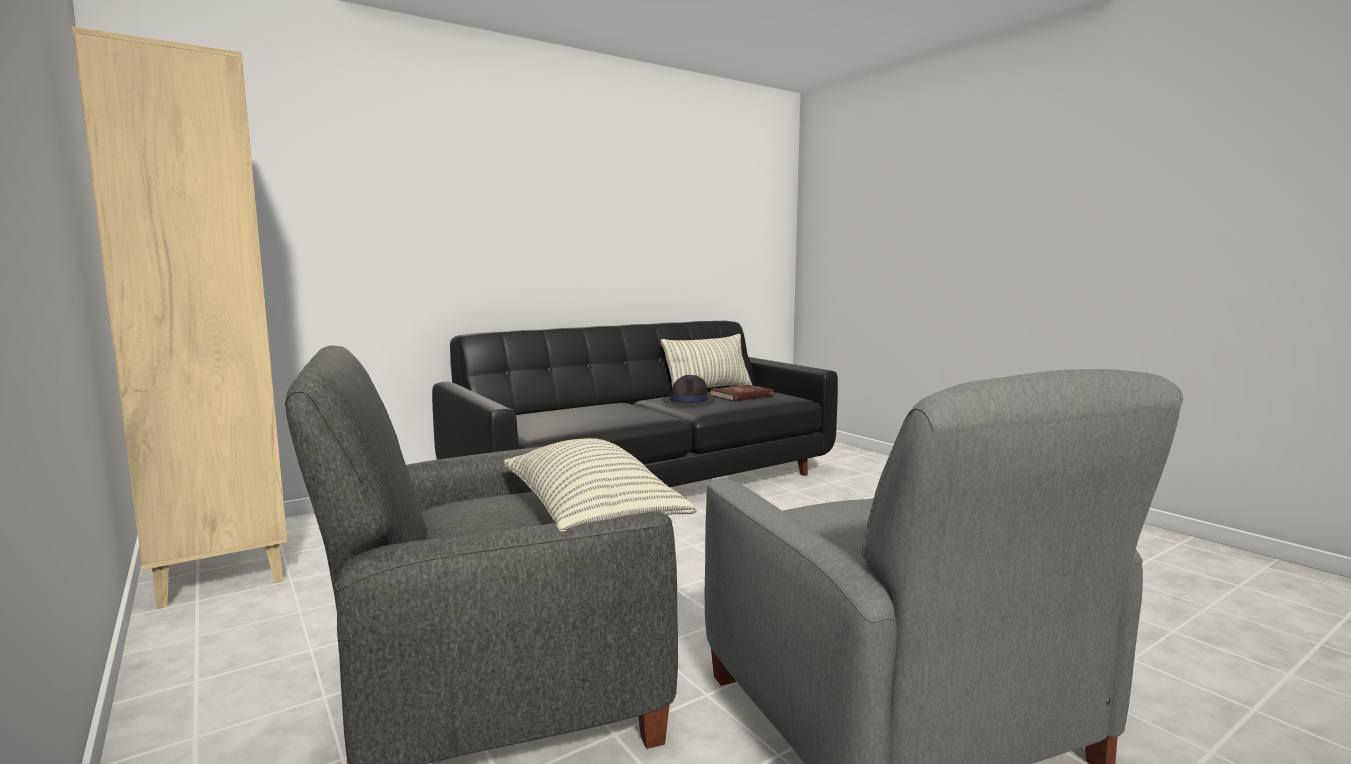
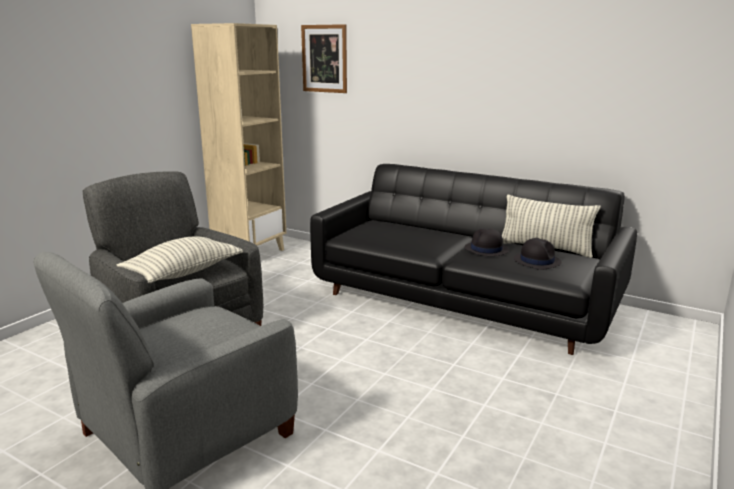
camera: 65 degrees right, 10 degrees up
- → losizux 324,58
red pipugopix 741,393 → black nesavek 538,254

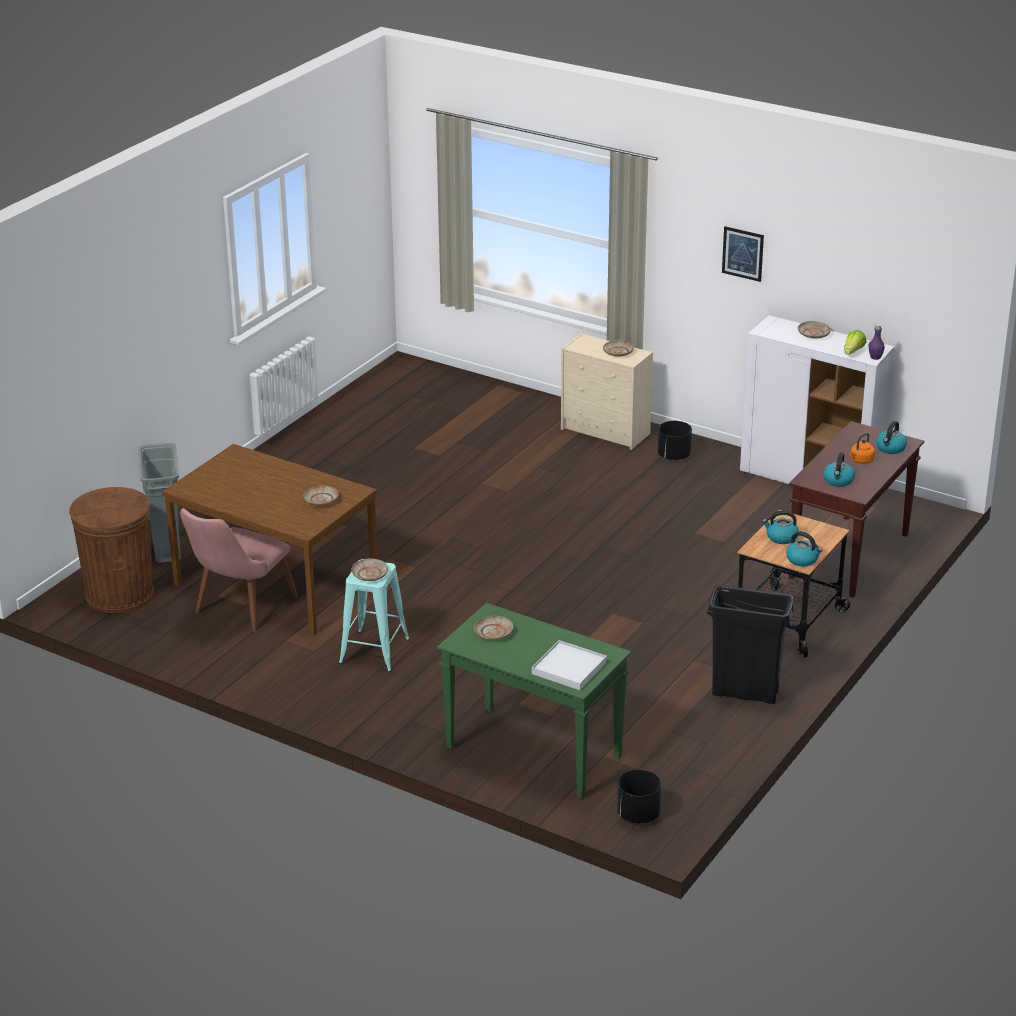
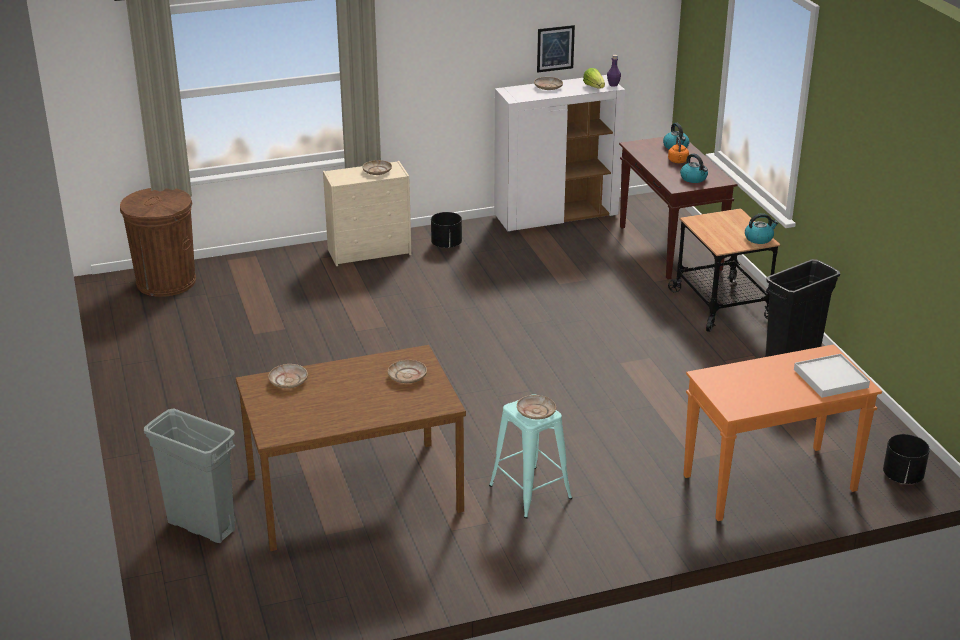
camera: 50 degrees left, 0 degrees up
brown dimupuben 111,550 → brown dimupuben 158,242, relocated
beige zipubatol 493,628 → beige zipubatol 288,376, relocated
losizux 743,254 → losizux 556,49, relocated
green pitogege 534,700 → orange pitogege 783,432
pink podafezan 239,570 → -
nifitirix 780,527 → -

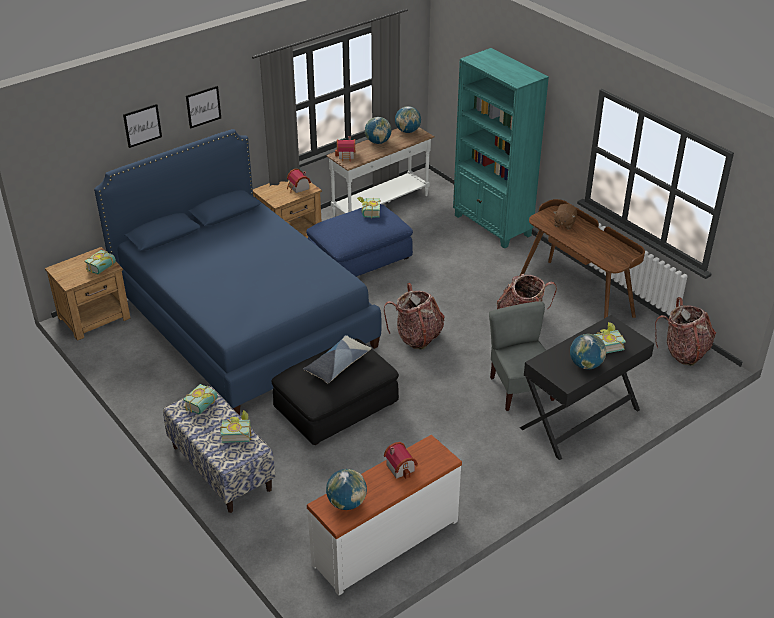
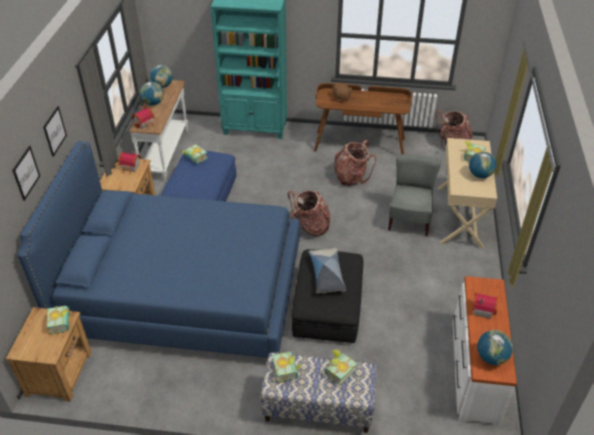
camera: 45 degrees left, 5 degrees up
grey podafezan 521,356 → grey podafezan 414,195, 75 degrees clockwise
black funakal 587,387 → beige funakal 467,193

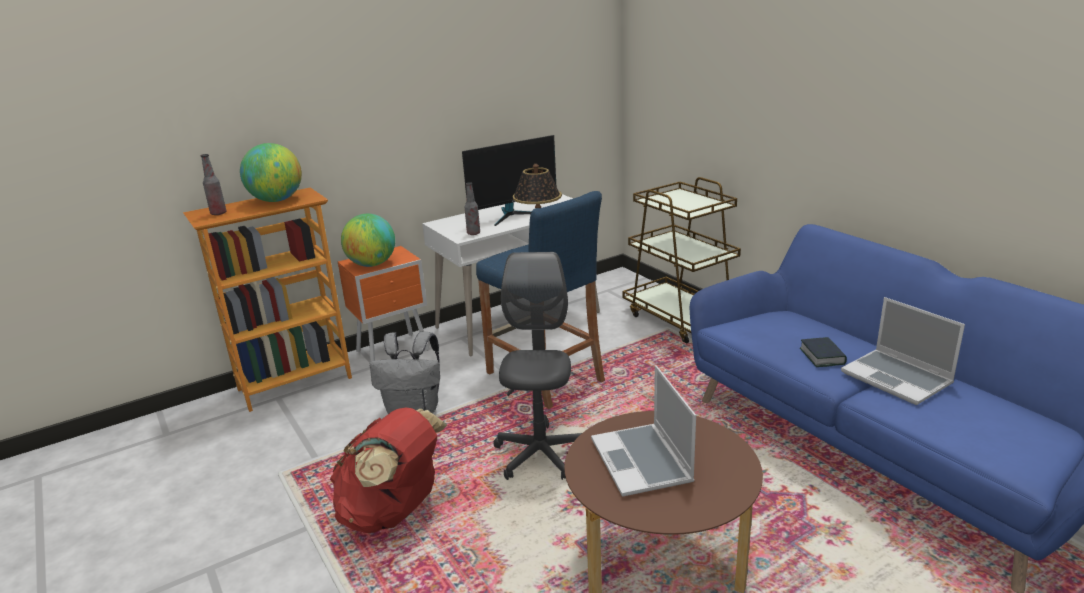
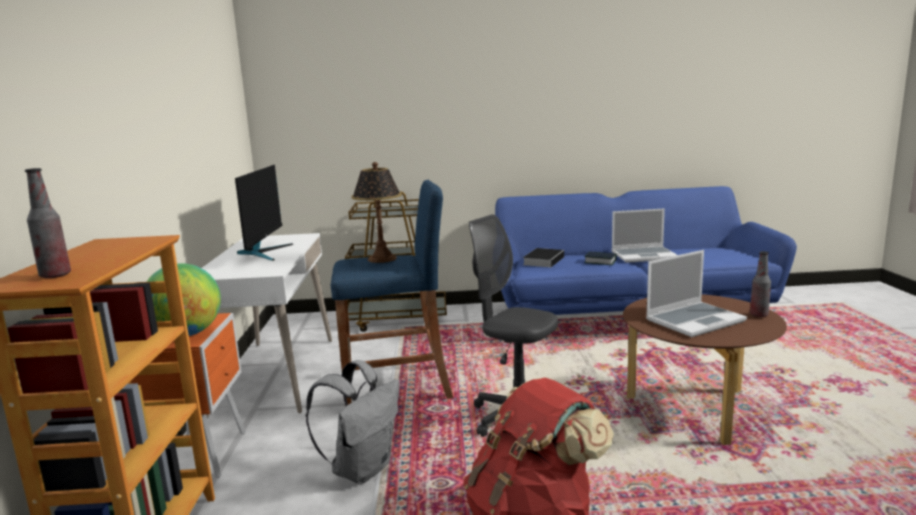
camera: 60 degrees left, 10 degrees down
- → pipugopix 543,257
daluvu 643,431 → daluvu 696,293, 45 degrees counterclockwise
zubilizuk 472,208 → zubilizuk 760,284, relocated
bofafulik 271,172 → -

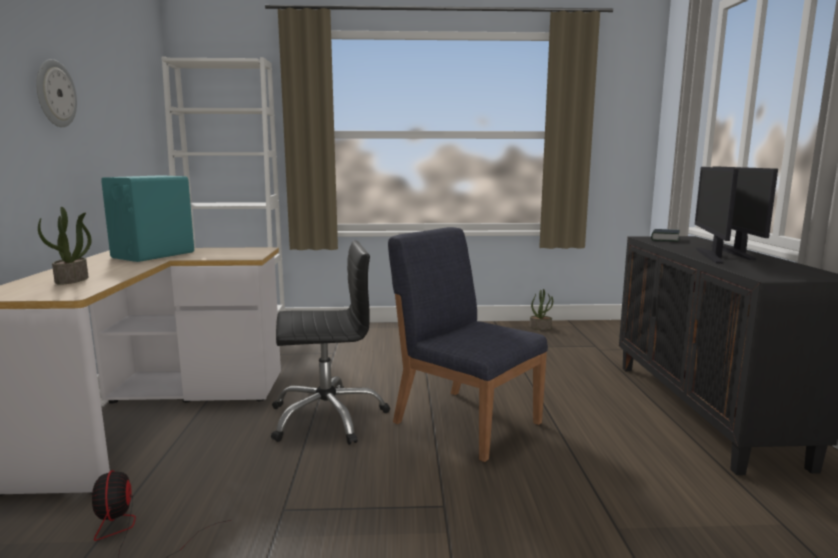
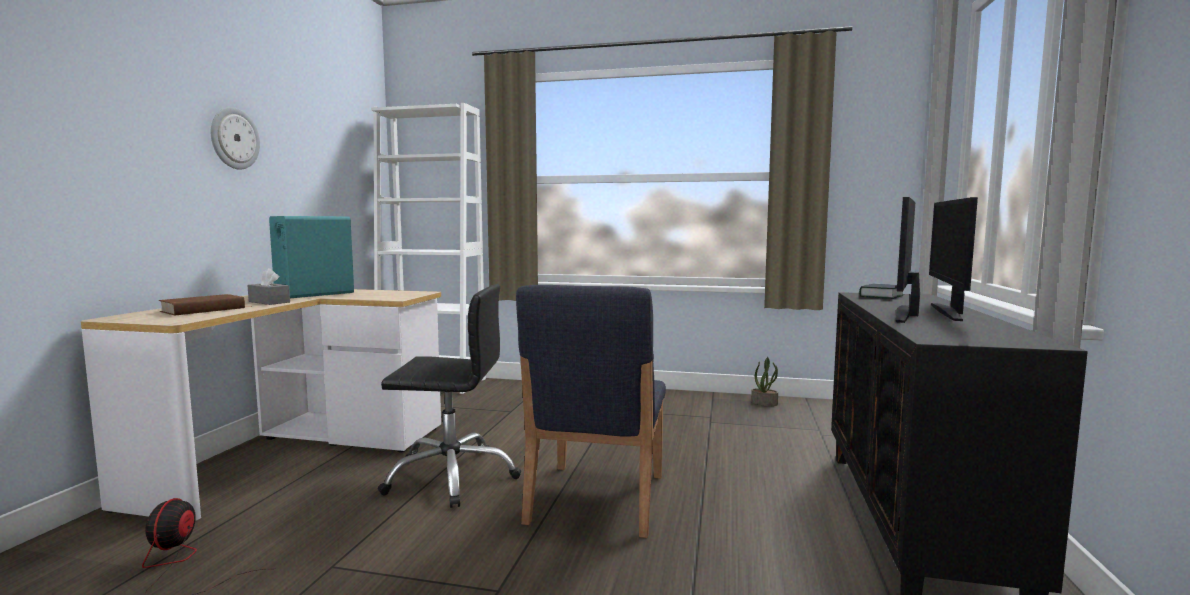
camera: 15 degrees right, 5 degrees down
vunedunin 65,246 → brown pipugopix 205,305
- → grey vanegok 268,286
blue podafezan 468,344 → blue podafezan 591,411, 135 degrees counterclockwise

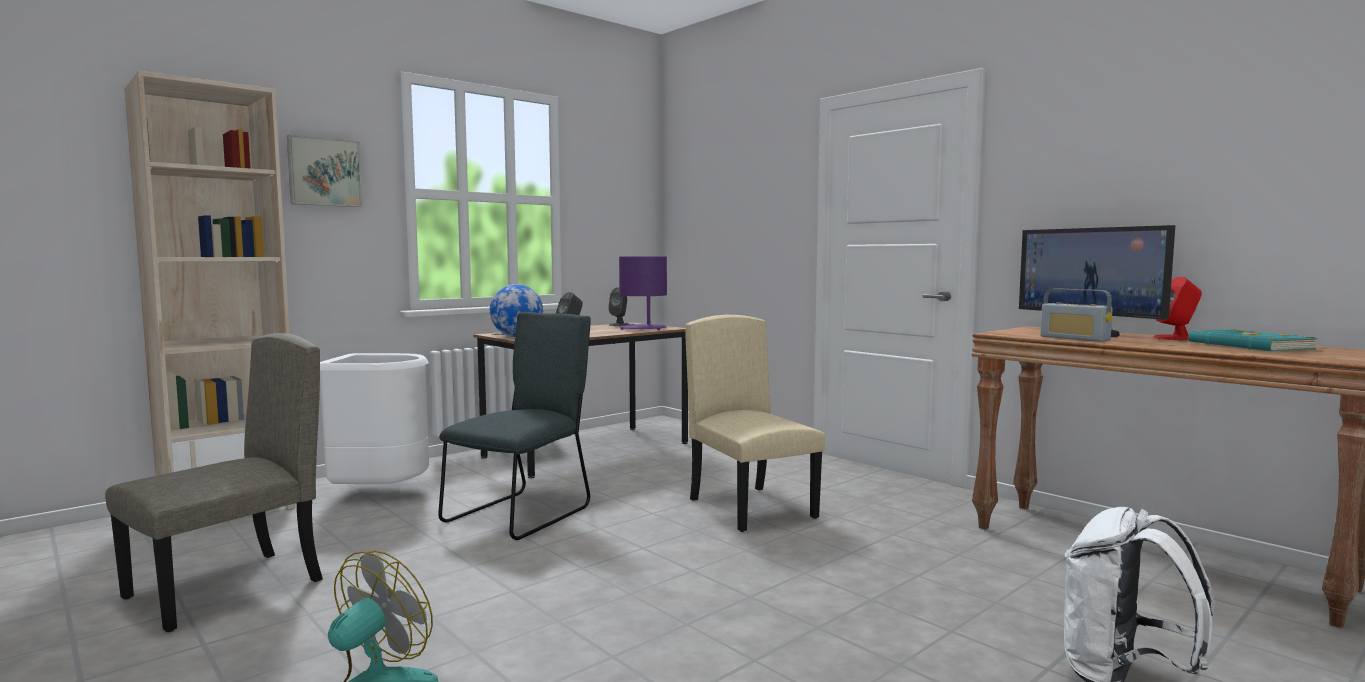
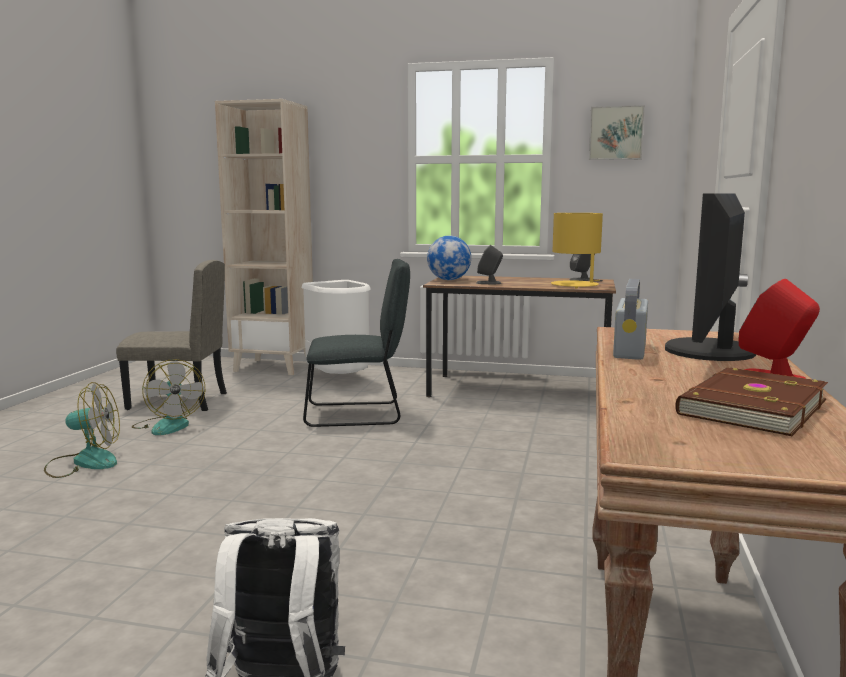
camera: 55 degrees right, 5 degrees up
- → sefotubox 168,397
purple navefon 643,293 → yellow navefon 577,251
losizux 325,171 → losizux 617,132, relocated
turquoise pipugopix 1253,340 → brown pipugopix 751,402
beige podafezan 755,423 → -

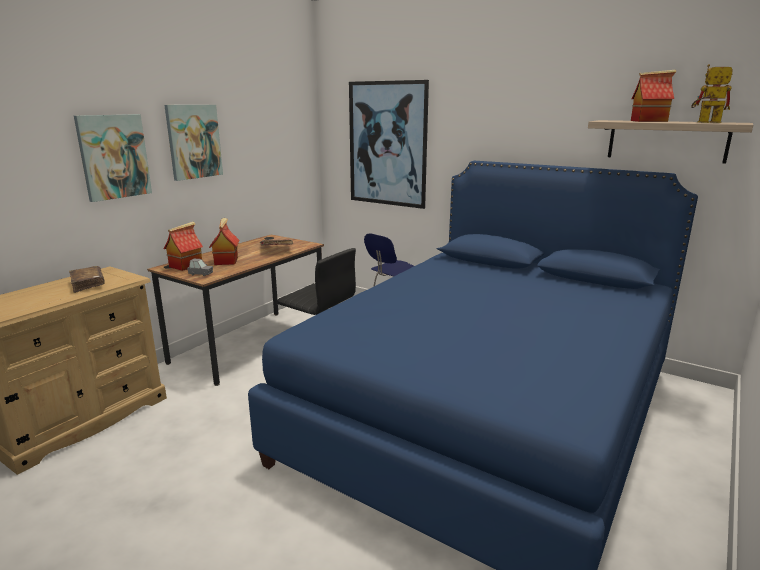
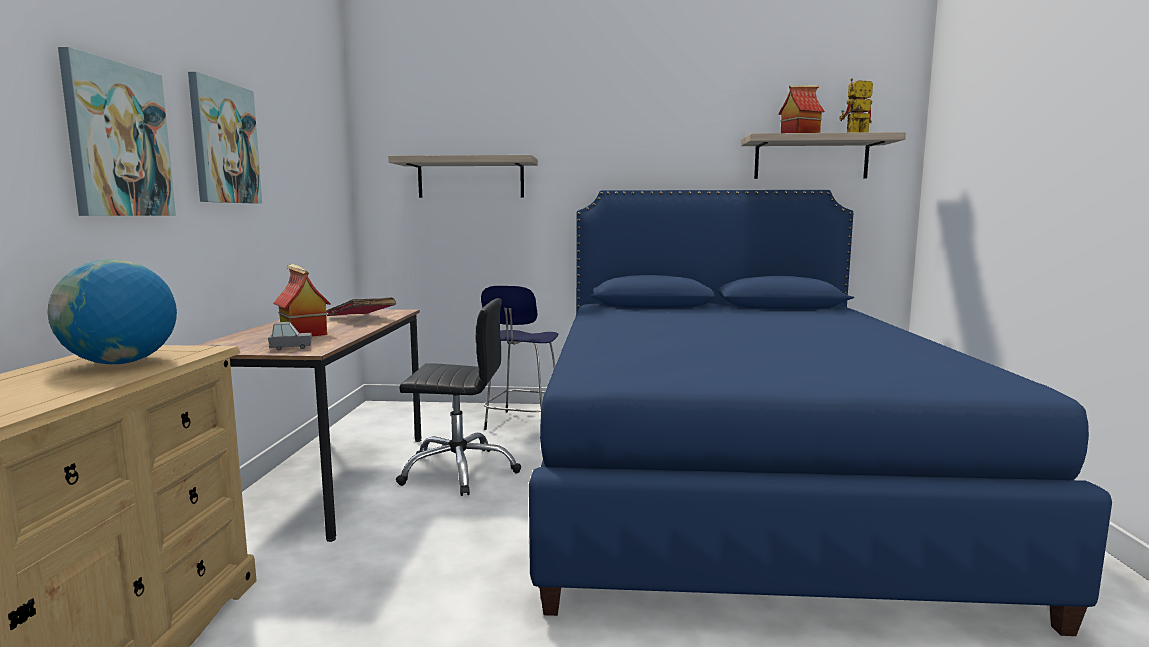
camera: 30 degrees left, 10 degrees down
brown pipugopix 87,279 → bofafulik 112,311
losizux 389,144 → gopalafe 463,176
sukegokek 183,246 → -

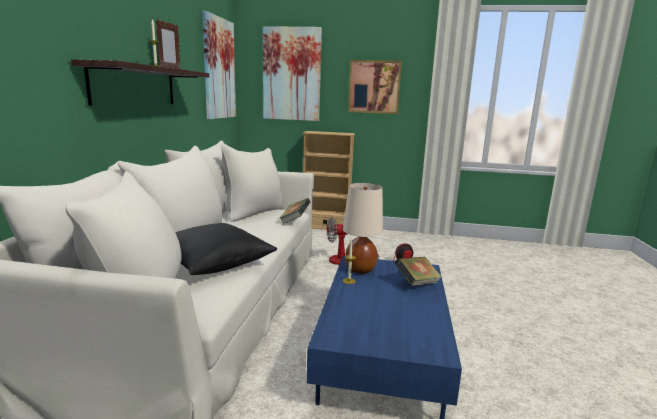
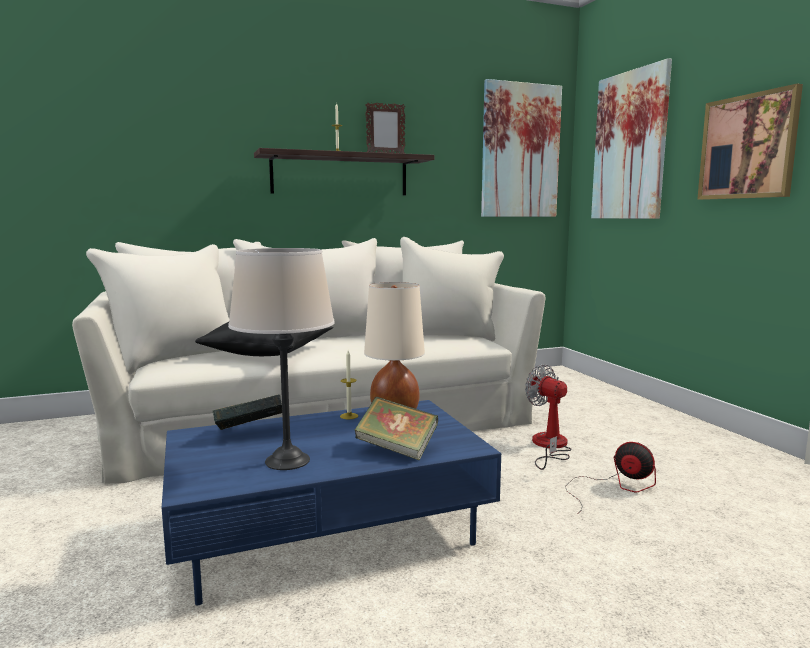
camera: 60 degrees right, 5 degrees down
pipugopix 295,211 → pipugopix 247,412, relocated
- → beige navefon 281,359
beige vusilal 329,180 → -

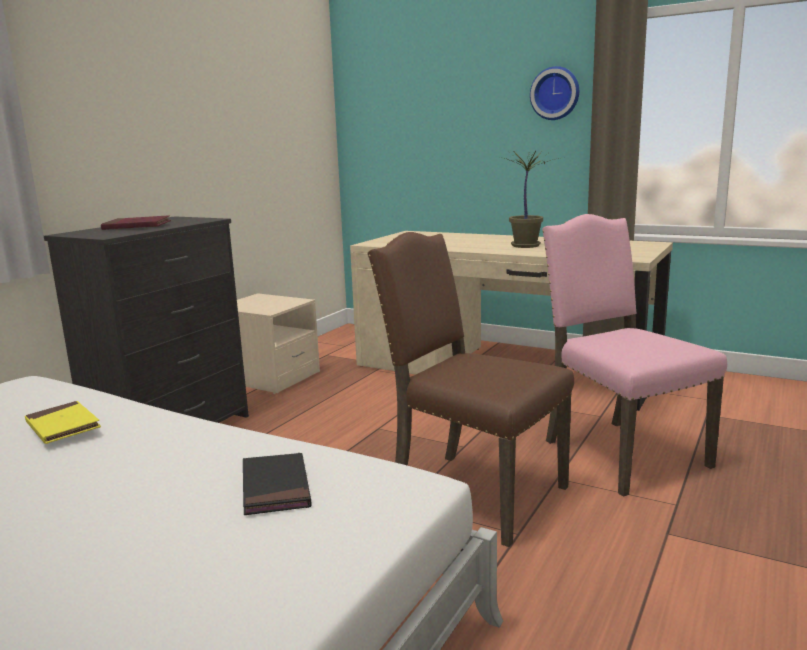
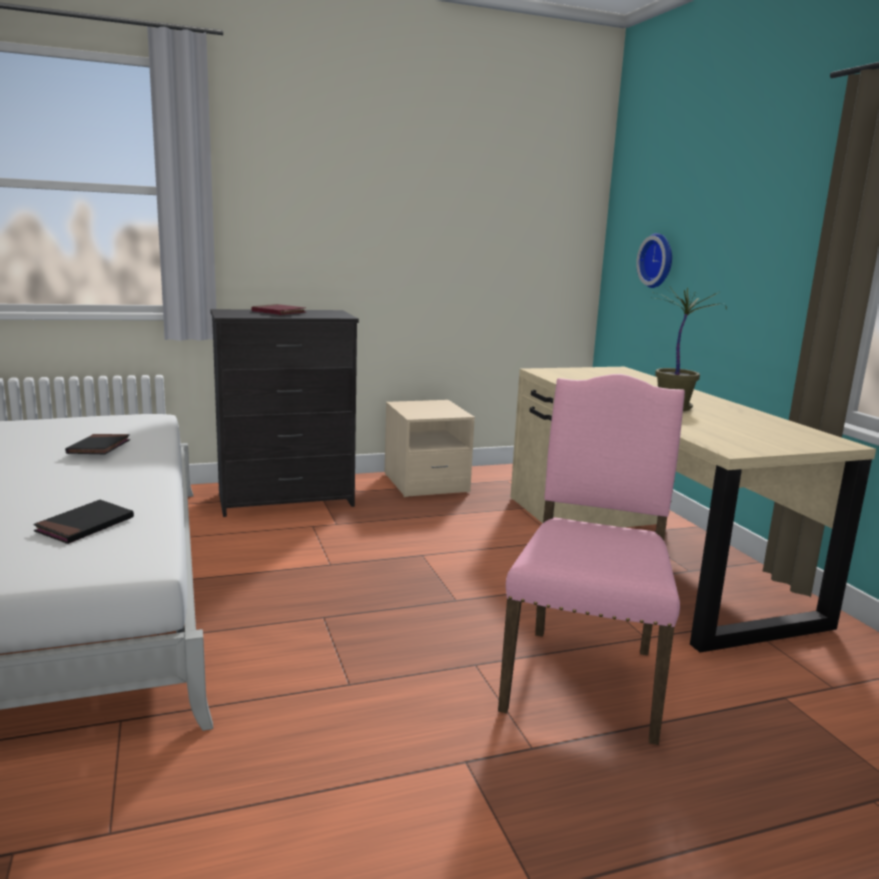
camera: 40 degrees right, 0 degrees up
yellow pipugopix 63,422 → black pipugopix 97,444
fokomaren 554,93 → fokomaren 654,260, relocated
brown podafezan 470,389 → -

